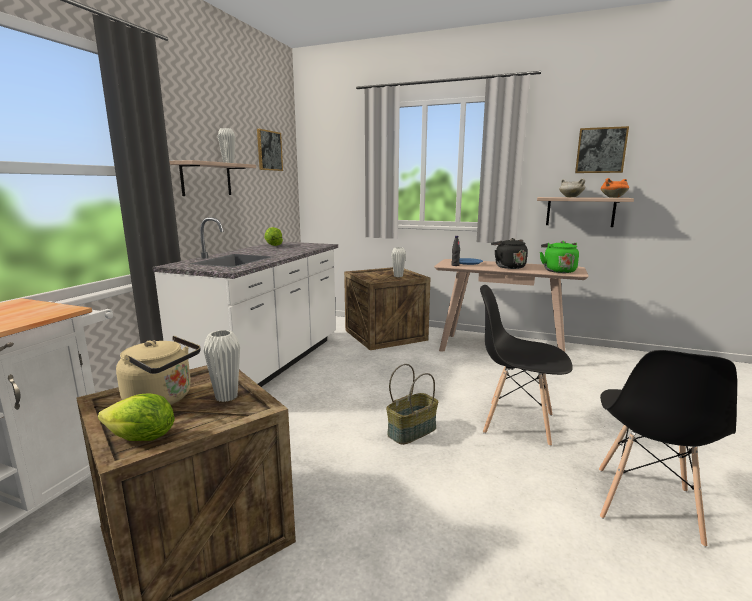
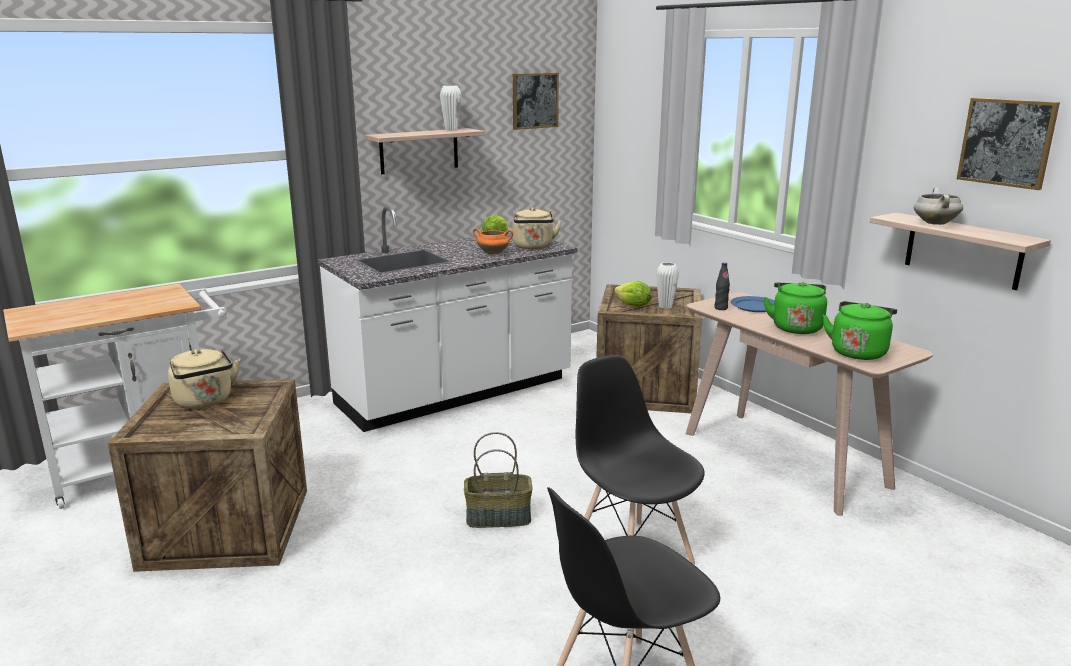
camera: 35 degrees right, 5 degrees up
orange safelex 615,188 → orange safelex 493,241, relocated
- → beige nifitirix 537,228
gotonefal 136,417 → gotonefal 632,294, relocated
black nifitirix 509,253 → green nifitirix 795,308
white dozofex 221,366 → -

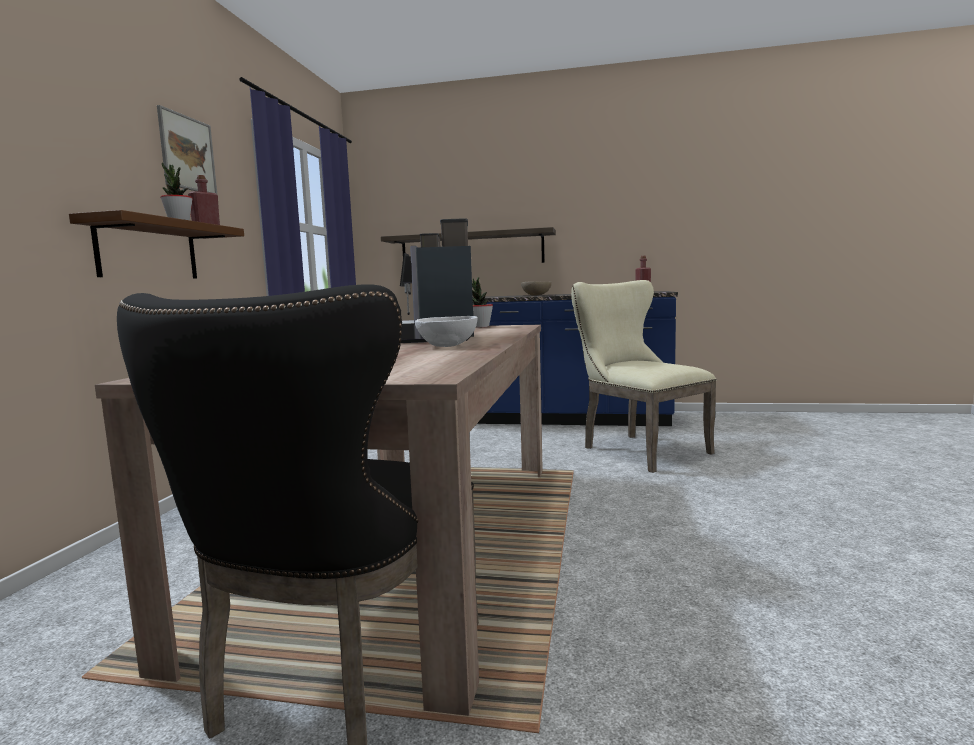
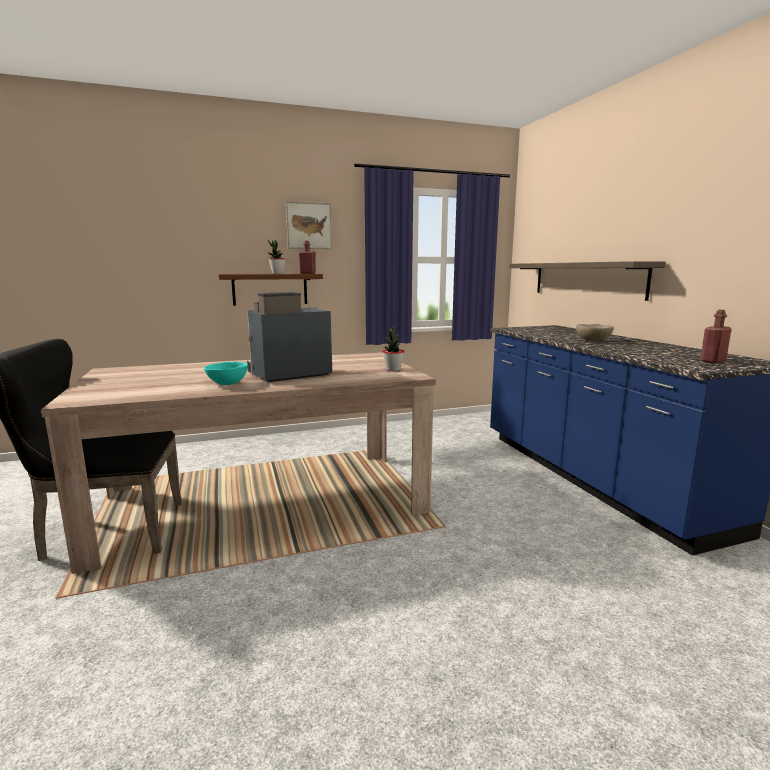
camera: 60 degrees right, 5 degrees up
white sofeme 446,331 → turquoise sofeme 226,373
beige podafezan 644,376 → -

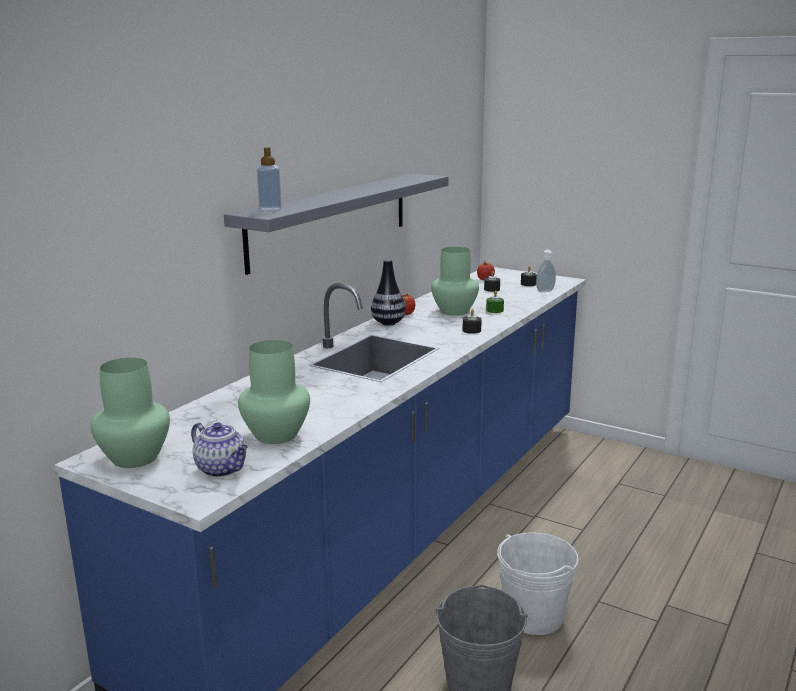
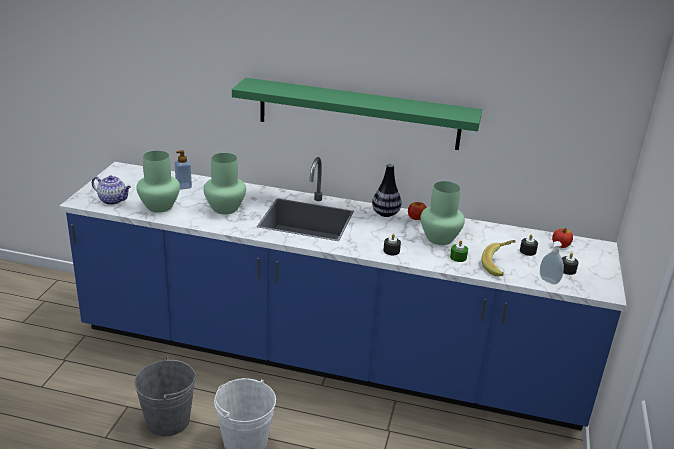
camera: 70 degrees right, 10 degrees up
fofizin 219,449 → fofizin 111,190, 90 degrees counterclockwise
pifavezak 269,179 → pifavezak 183,170, relocated
green dozofex 130,413 → green dozofex 224,183, relocated
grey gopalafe 336,224 → green gopalafe 357,114
- → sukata 499,258

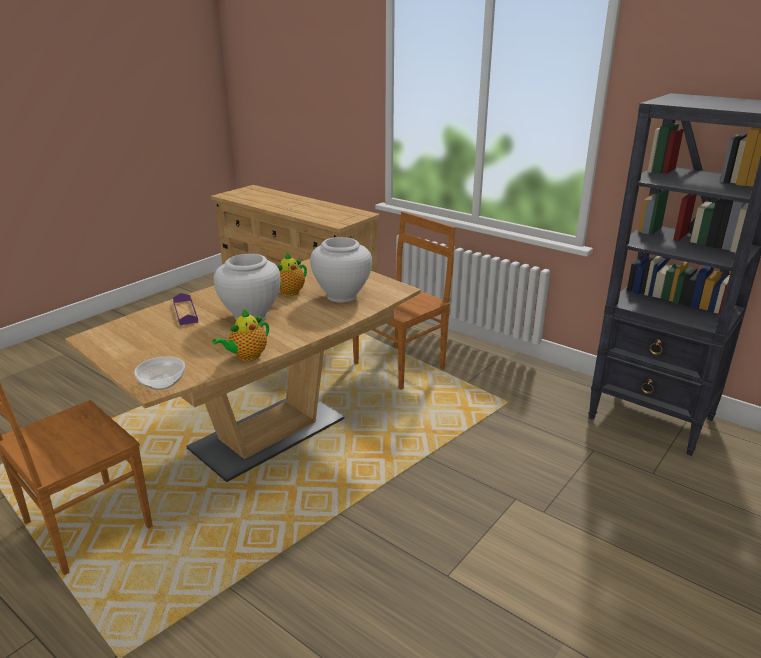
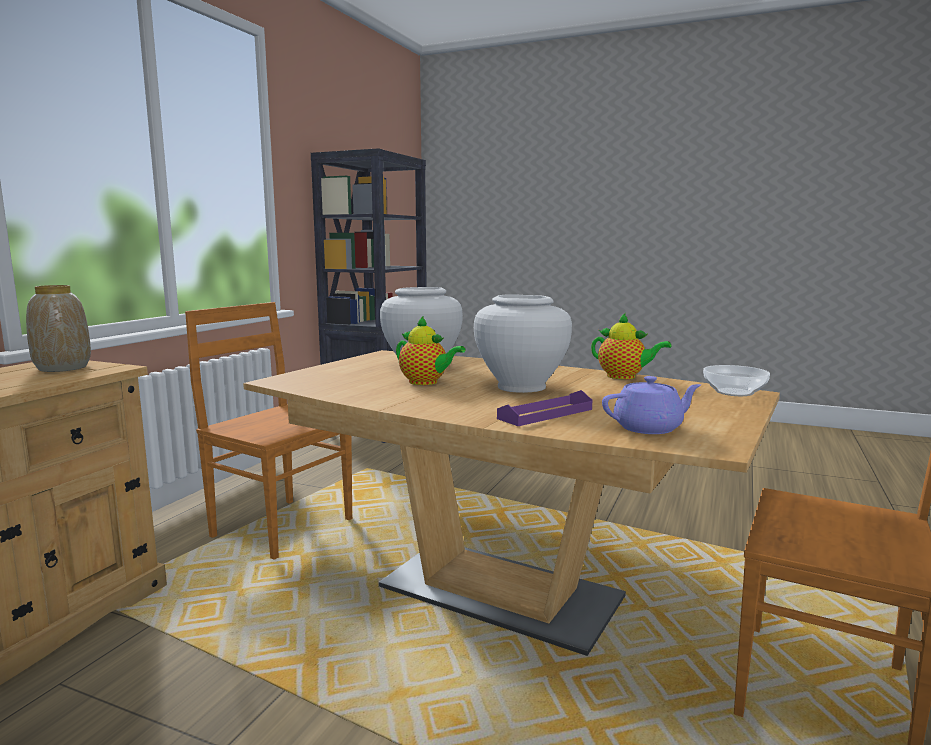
camera: 105 degrees left, 15 degrees down
- → dozofex 58,328
- → purple fofizin 651,405

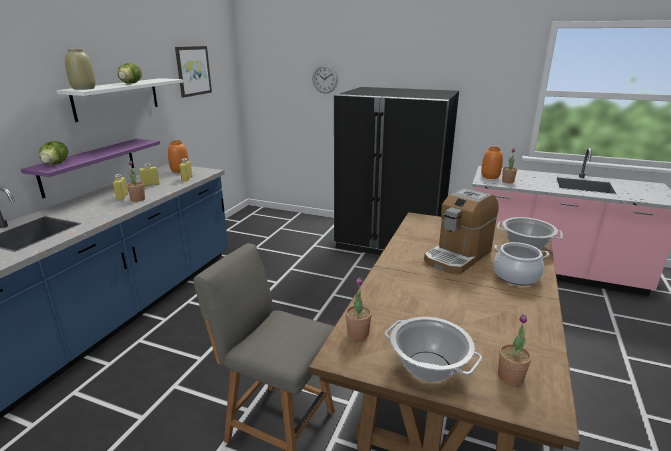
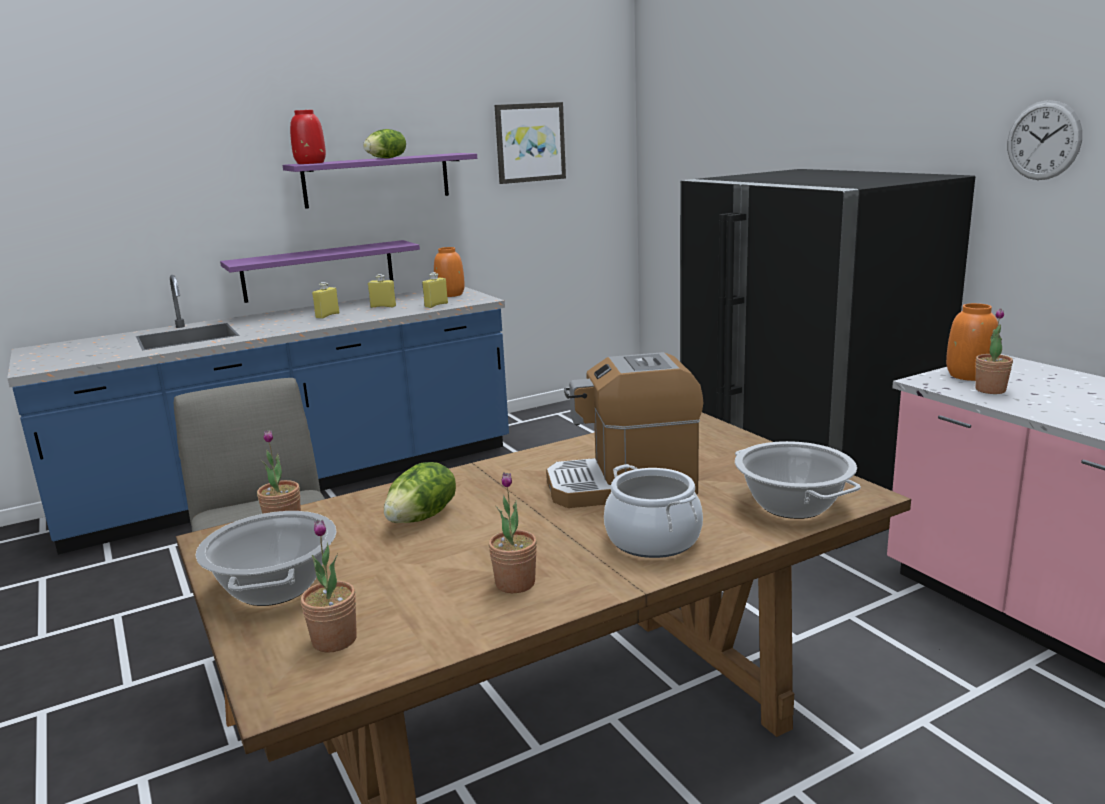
camera: 40 degrees right, 5 degrees down
white gopalafe 120,100 → purple gopalafe 379,181
beige dozofex 80,69 → red dozofex 308,137
gotonefal 53,153 → gotonefal 420,492, relocated
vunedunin 136,181 → vunedunin 512,532, relocated
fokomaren 325,78 → fokomaren 1044,140, relocated

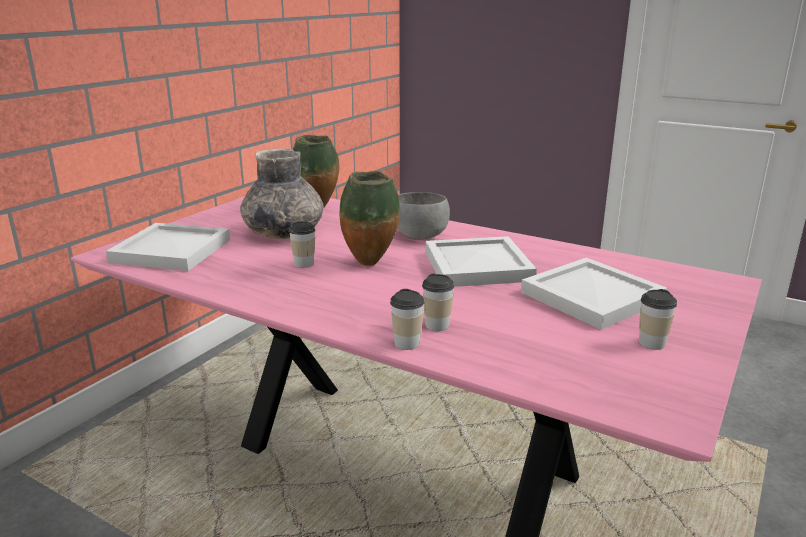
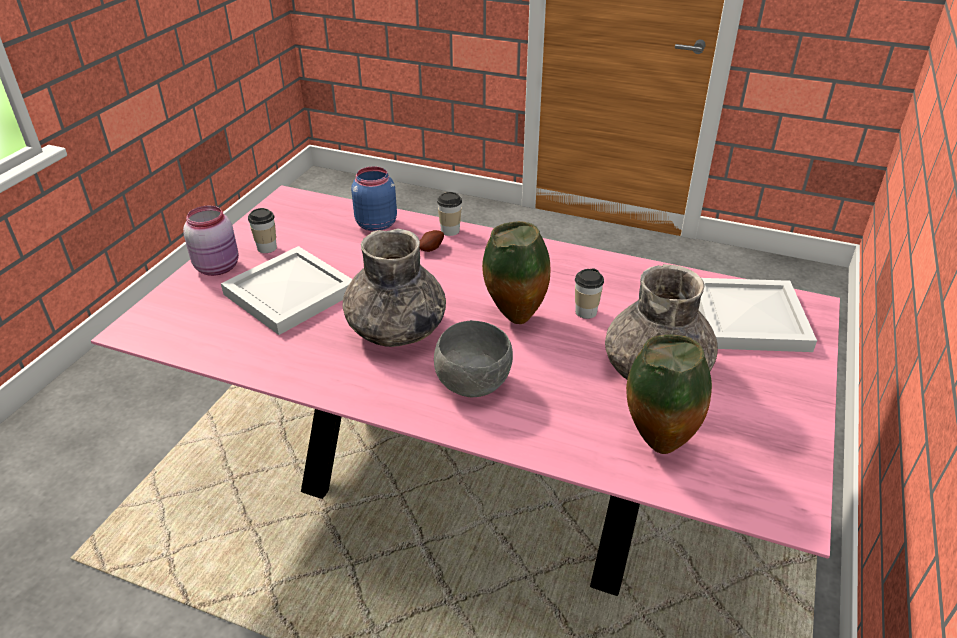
camera: 170 degrees right, 15 degrees up
- → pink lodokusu 211,241
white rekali 481,261 → grey dozofex 394,287
- → blue lodokusu 374,199
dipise 438,302 → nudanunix 432,241

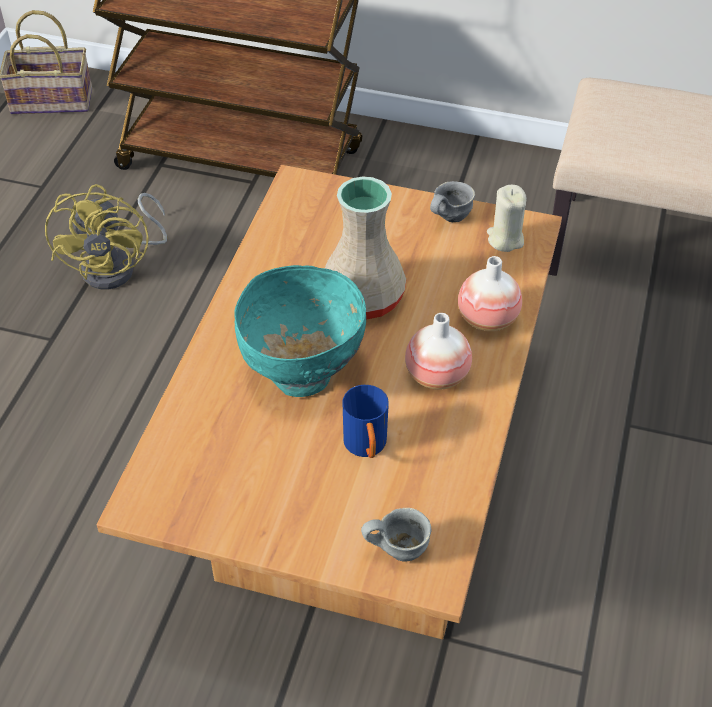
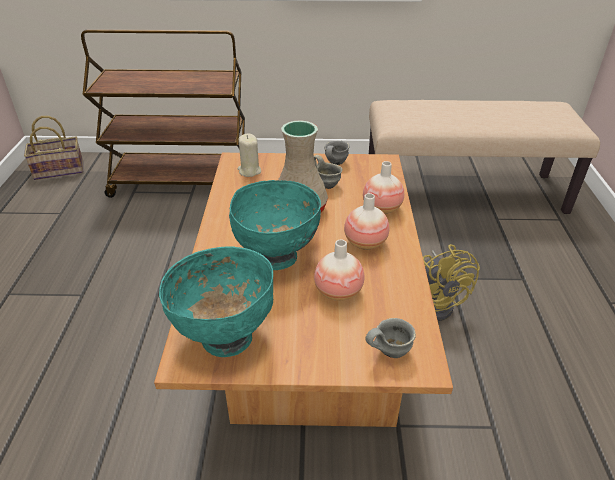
camera: 15 degrees left, 10 degrees down
- → turquoise sofeme 216,301
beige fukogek 507,218 → beige fukogek 249,155, relocated
- → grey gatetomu 328,172
blue gatetomu 366,421 → dozofex 339,270
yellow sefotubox 106,237 → yellow sefotubox 451,282, relocated

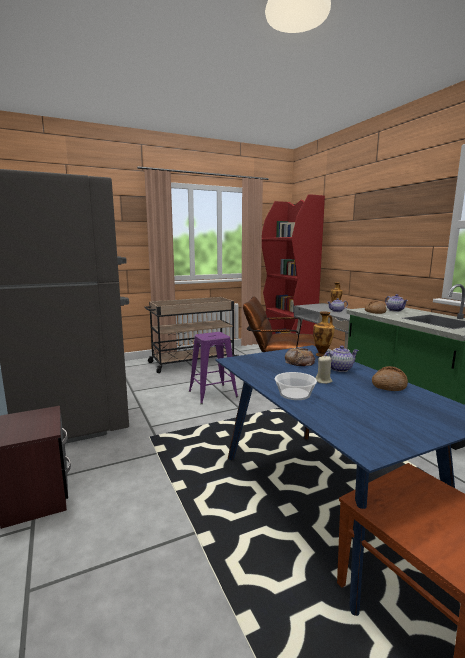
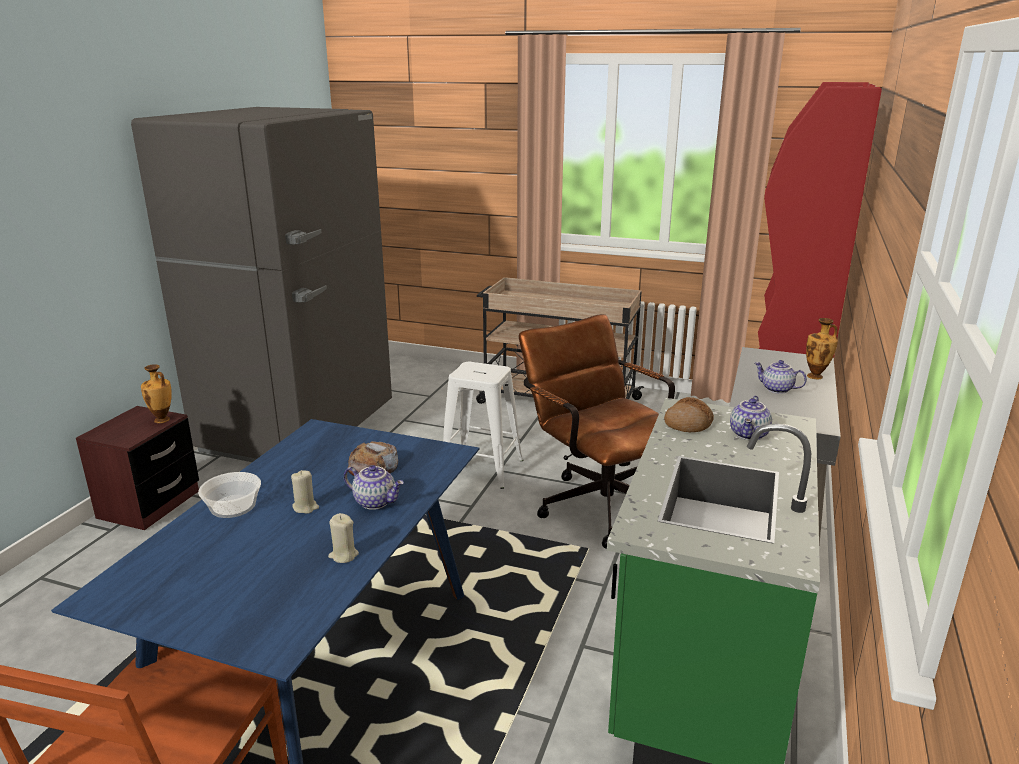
camera: 45 degrees right, 10 degrees up
dozofex 324,334 → dozofex 156,393, relocated
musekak 390,378 → beige fukogek 343,538
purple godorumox 213,368 → white godorumox 483,425

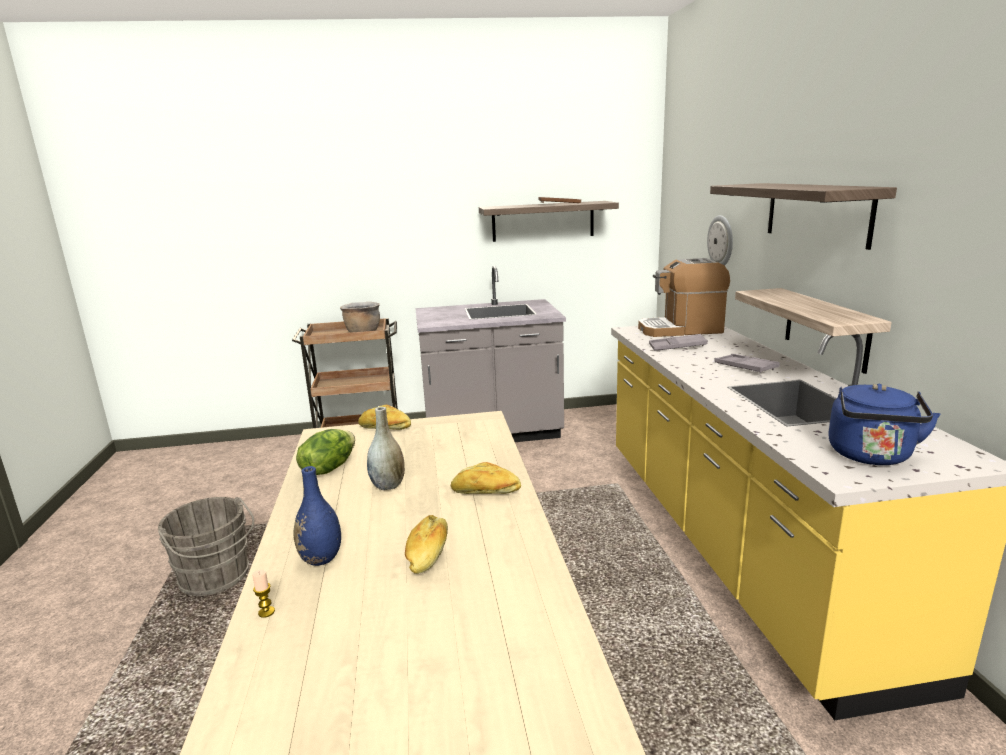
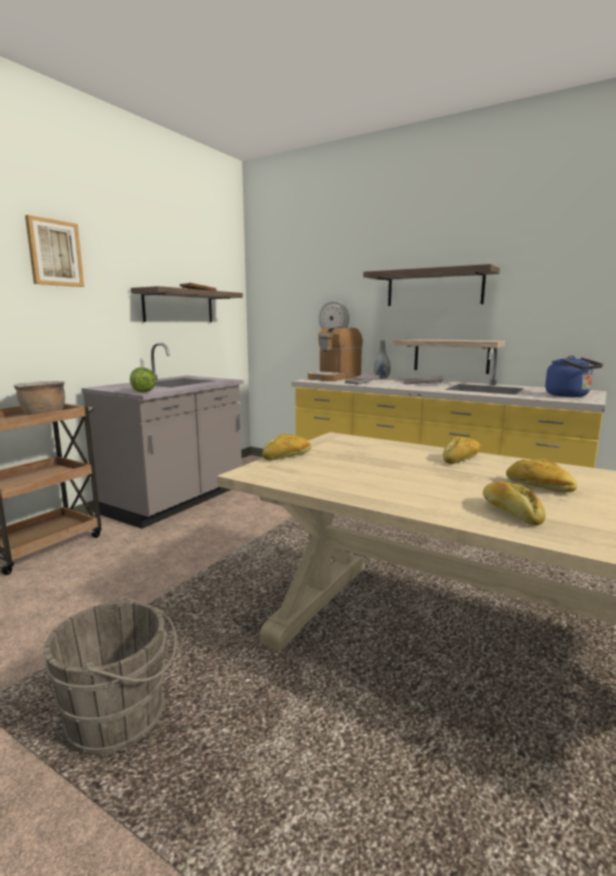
camera: 50 degrees left, 5 degrees down
- → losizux 54,251
gotonefal 325,452 → gotonefal 142,379, relocated
grey dozofex 386,448 → grey dozofex 382,359, relocated
blue dozofex 317,516 → musekak 514,504
fukogek 263,594 → -

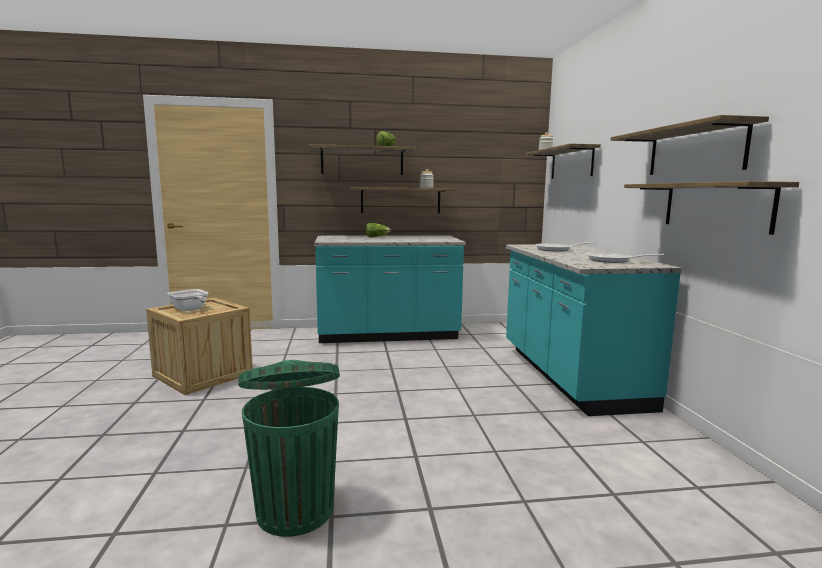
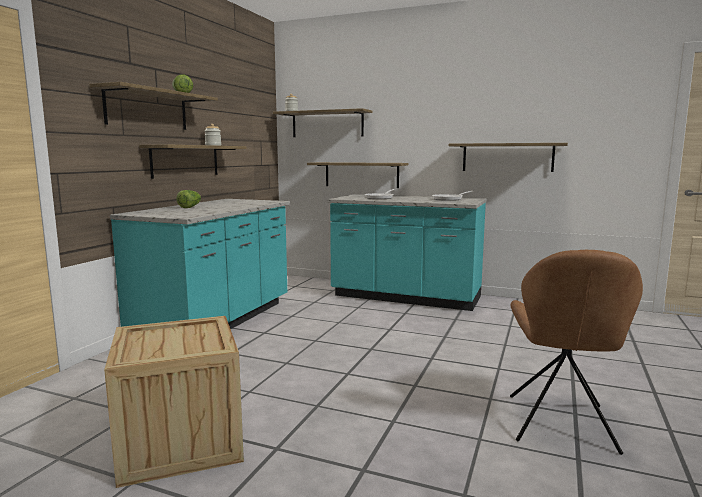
camera: 60 degrees left, 0 degrees up
gopalafe 689,145 → gopalafe 357,175, relocated
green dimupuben 289,448 → brown podafezan 576,352
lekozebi 187,300 → -

